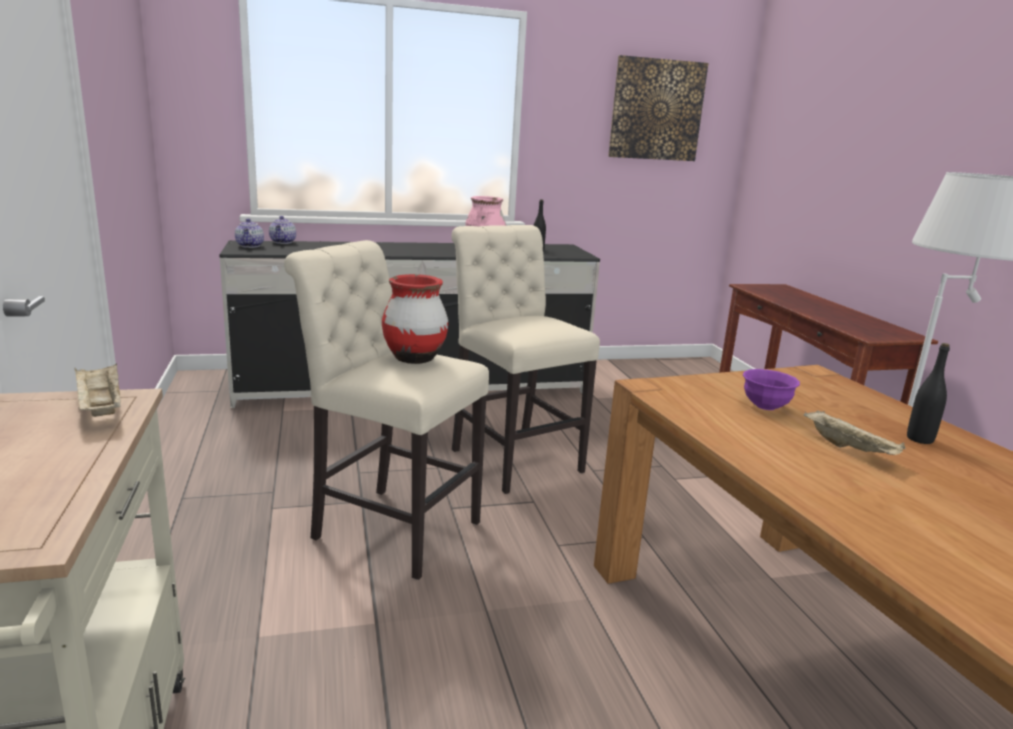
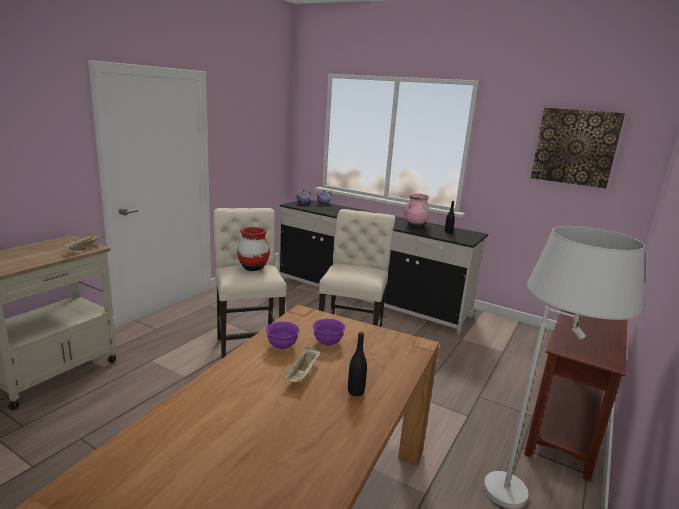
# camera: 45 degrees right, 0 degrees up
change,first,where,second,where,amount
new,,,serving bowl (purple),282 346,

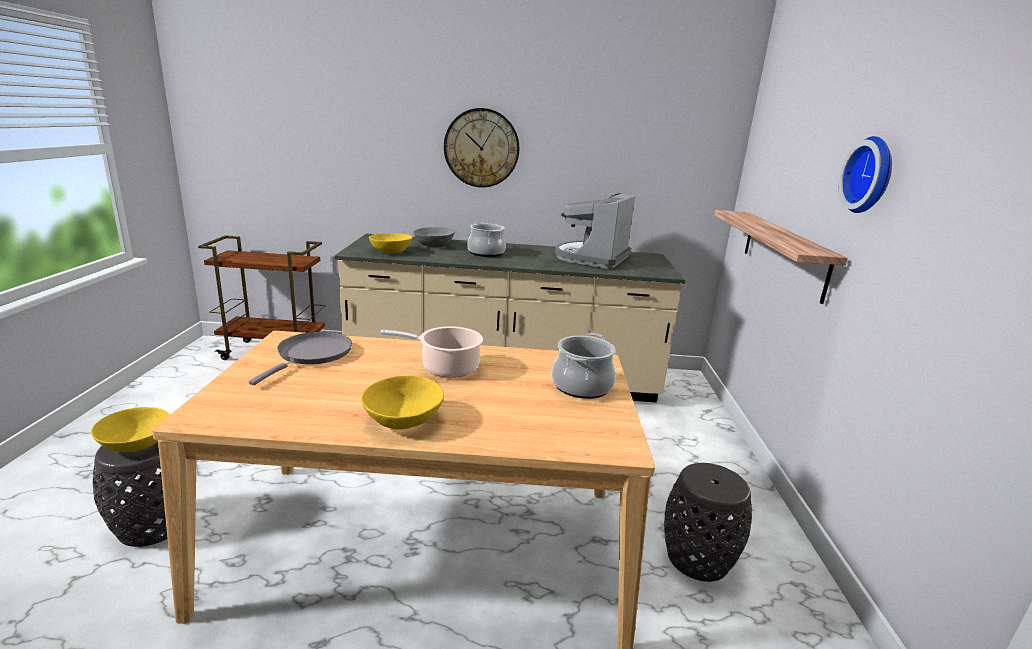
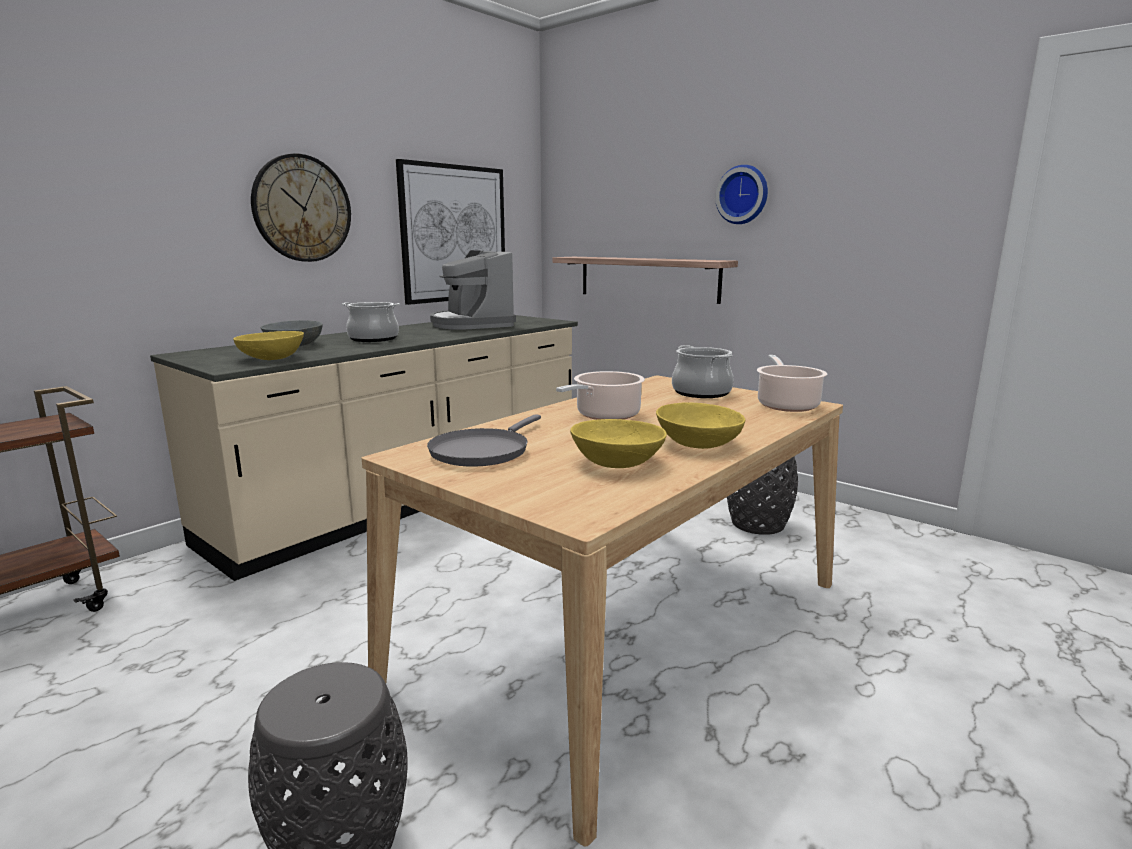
# camera: 50 degrees left, 5 degrees down
change,first,where,second,where,amount
new,,,wall art,454 234,
new,,,cooking pot,786 405,
shifted,serving bowl (yellow),135 444,,617 463,
rotated,frying pan (gray),312 355,,483 451,120 degrees counterclockwise

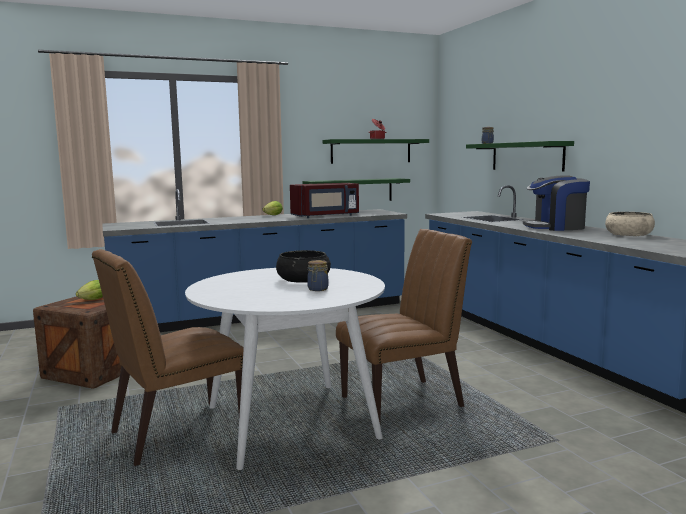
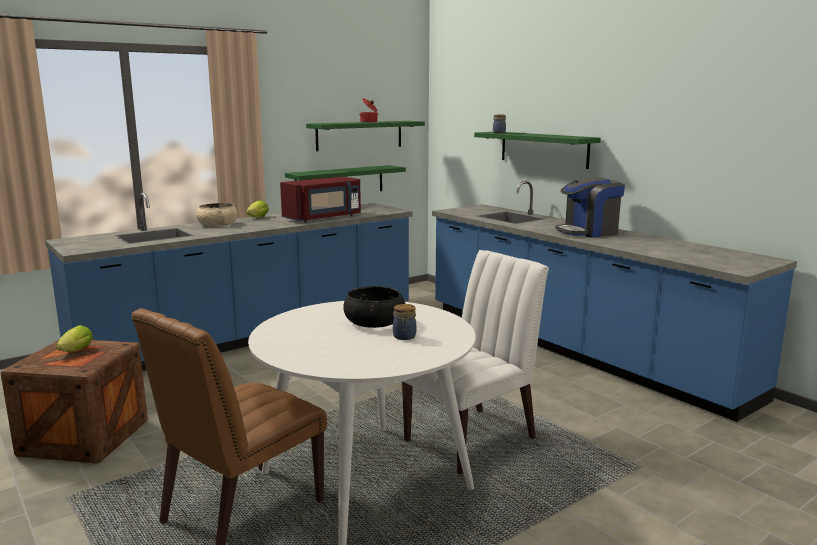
# camera: 15 degrees left, 5 degrees up
change,first,where,second,where,amount
shifted,serving bowl (sand-coloured),629 235,,217 224,
repainted,chair (brownish),401 402,chair (whitish),470 440,

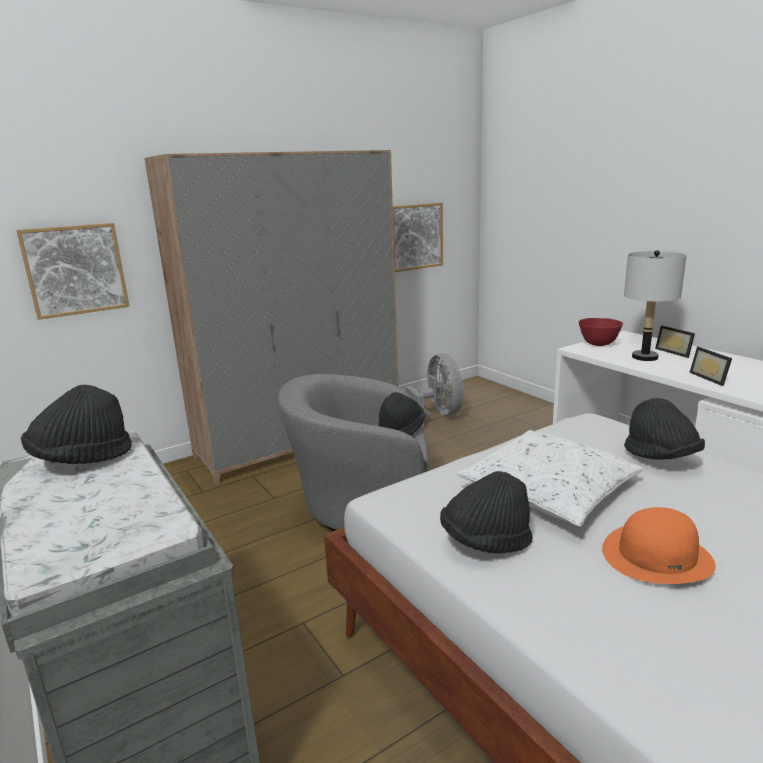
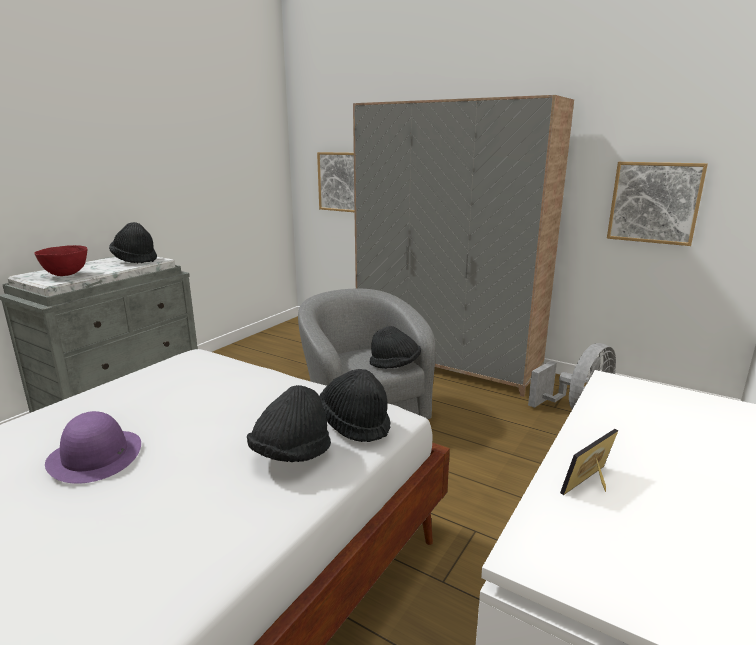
# camera: 65 degrees right, 0 degrees up
change,first,where,second,where,amount
gone,cushion (whitish),549 490,,,
gone,lamp for a table (gray),644 357,,,
gone,photo frame,675 352,,,
shifted,clothing hat (blackish),485 541,,355 424,
shifted,serving bowl (red-coloured),598 344,,65 274,
repainted,clothing hat (orange-coloured),657 555,clothing hat (purple),95 456,

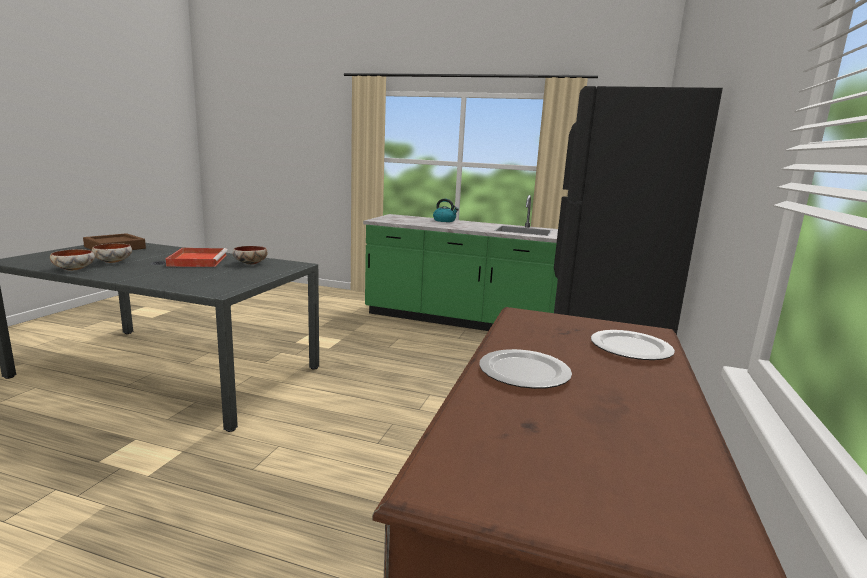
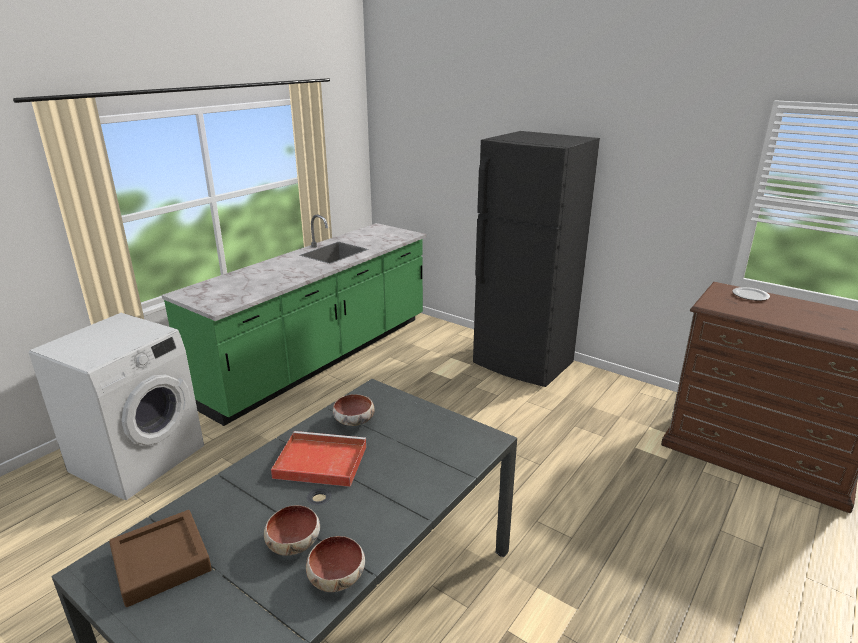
# camera: 70 degrees left, 10 degrees up
change,first,where,second,where,amount
gone,water kettle,444 220,,,
gone,plate,525 372,,,
new,,,laundry machine (whitish),139 458,

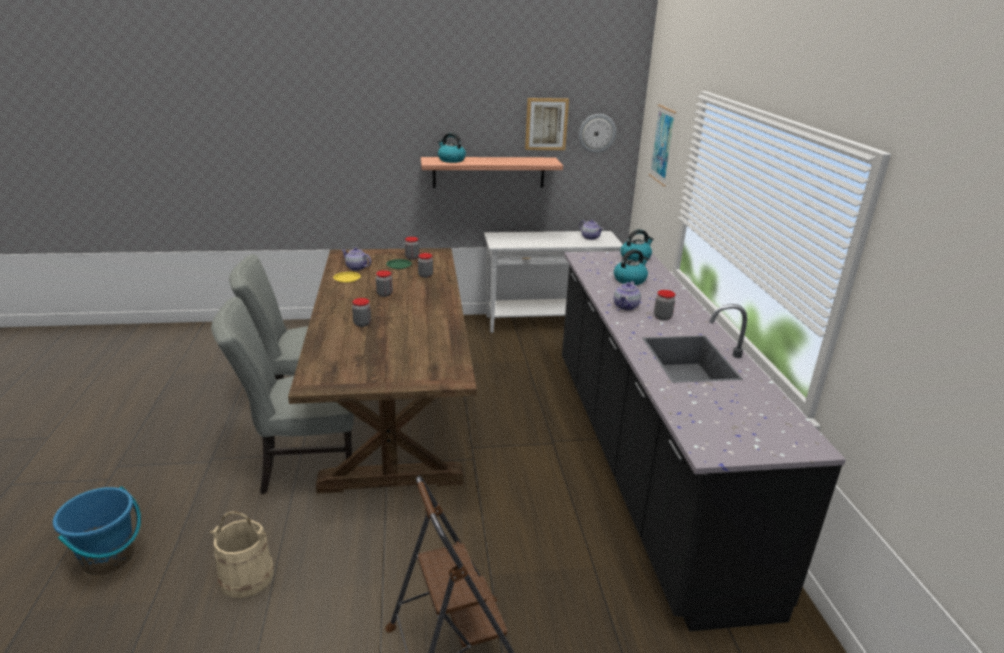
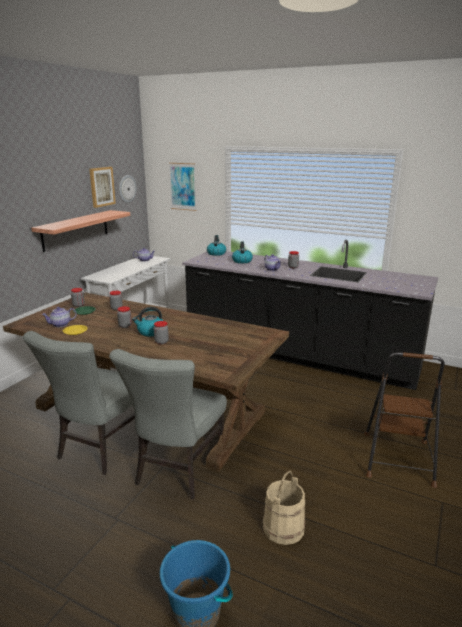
# camera: 55 degrees left, 5 degrees down
change,first,where,second,where,amount
shifted,water kettle,451 160,,150 332,

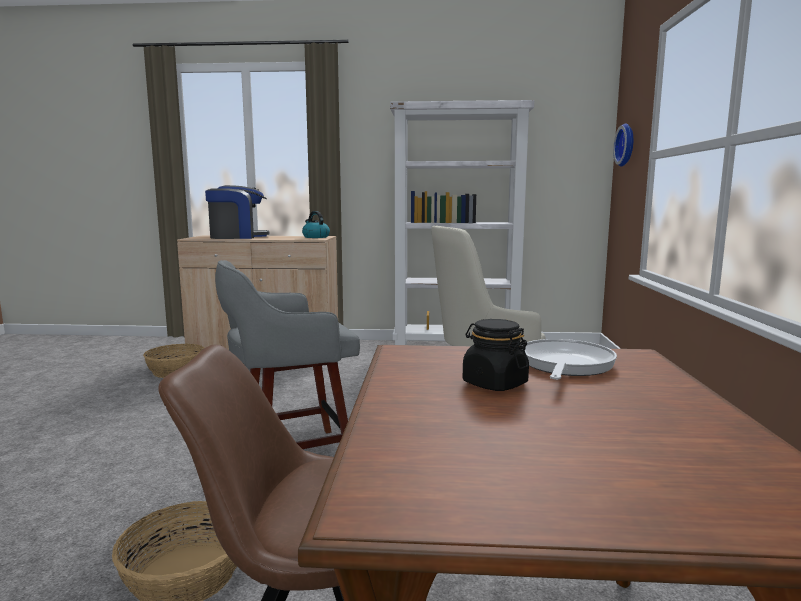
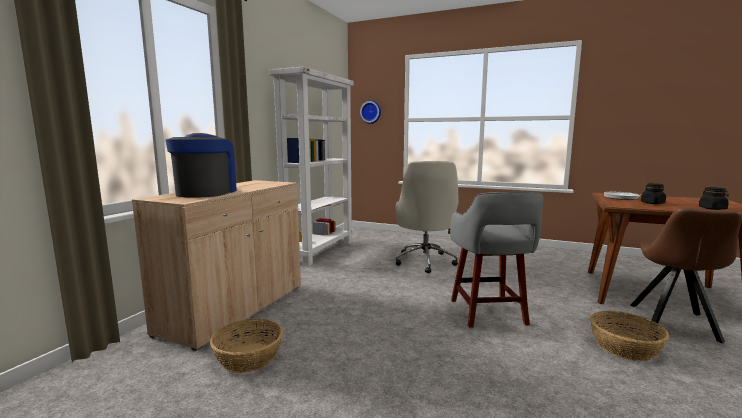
# camera: 70 degrees left, 0 degrees up
change,first,where,second,where,amount
gone,water kettle,315 237,,,
new,,,preserve jar (blackish),712 208,

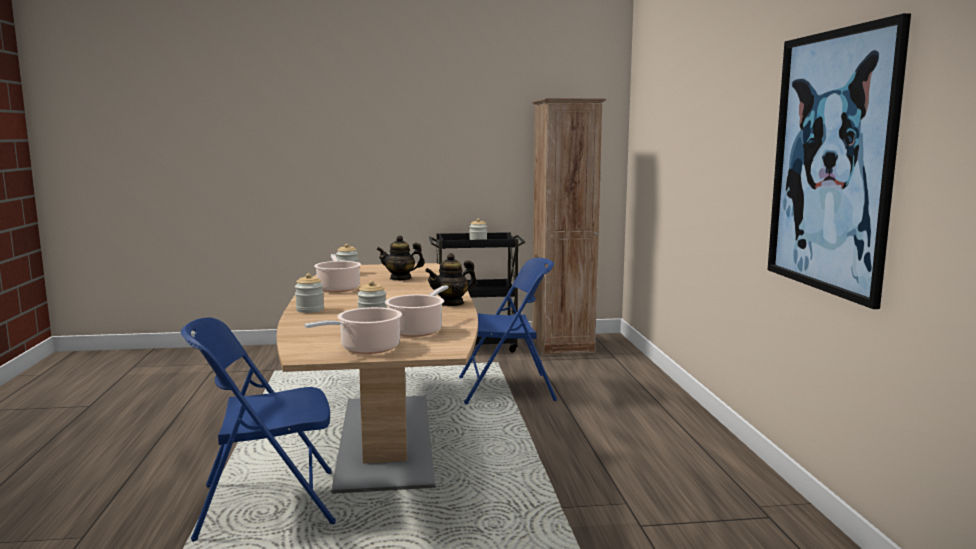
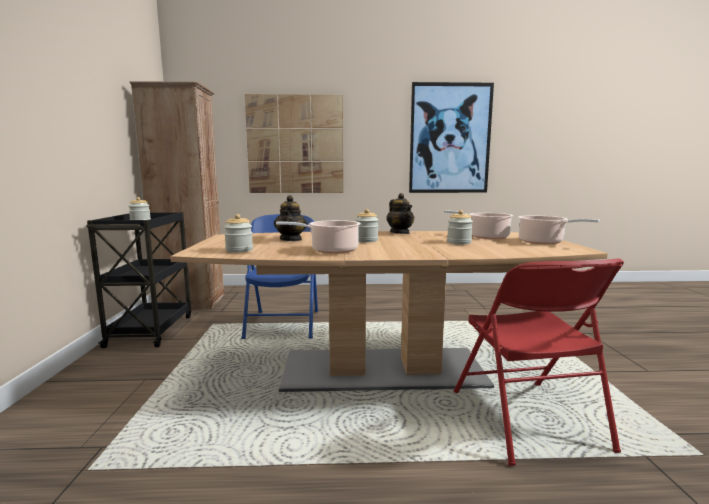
# camera: 85 degrees left, 0 degrees up
change,first,where,second,where,amount
new,,,wall art,295 145,
shifted,preserve jar,310 310,,366 240,
repainted,chair (blue-coloured),267 503,chair (red-coloured),526 419,

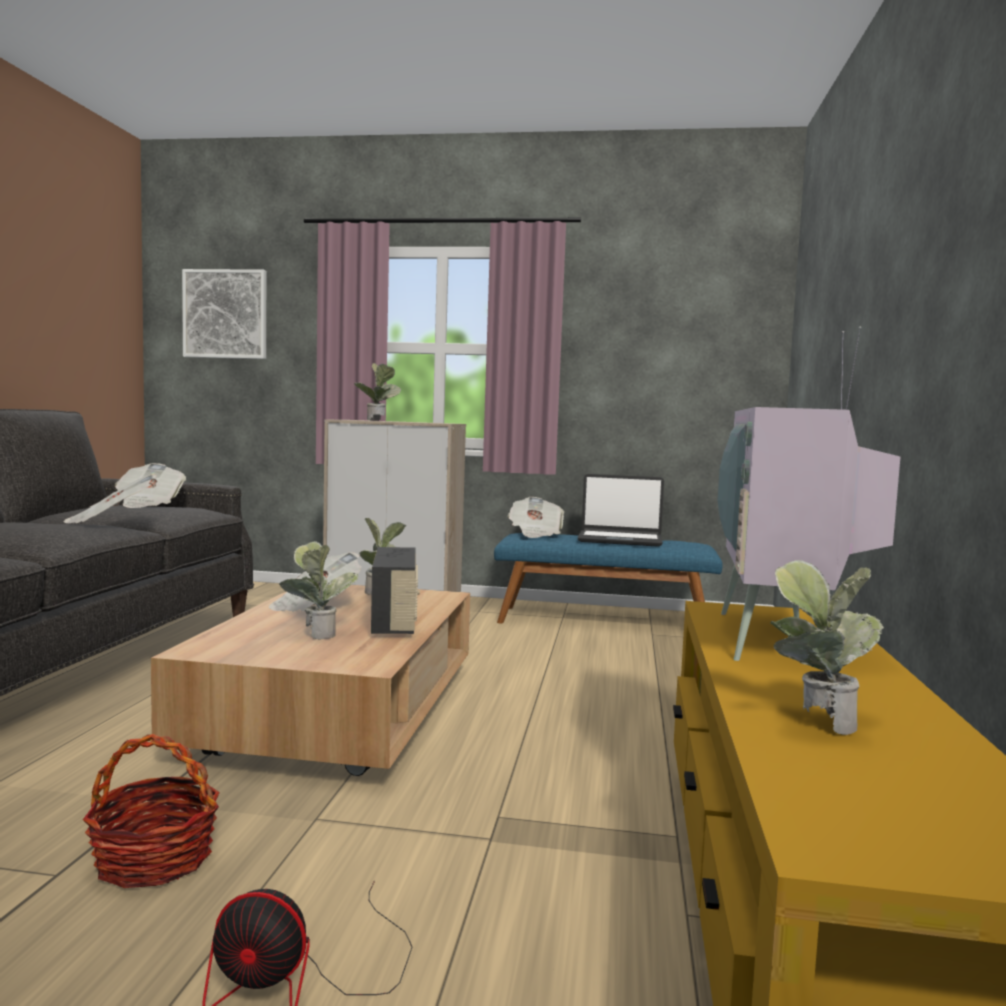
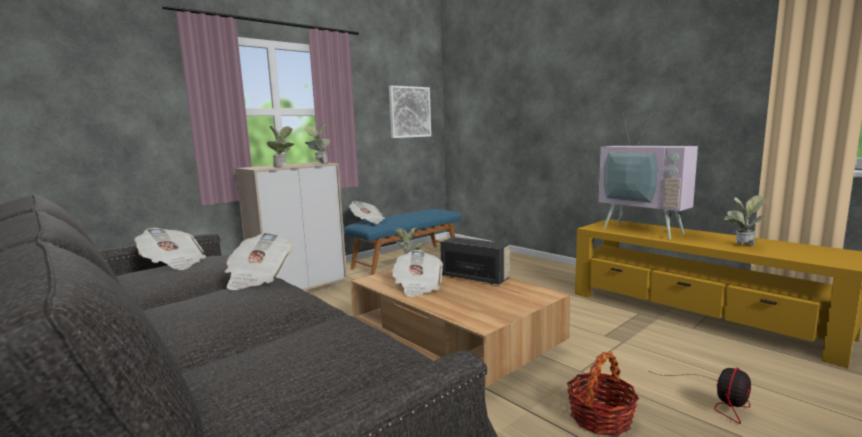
# camera: 50 degrees left, 5 degrees up
change,first,where,second,where,amount
gone,laptop,620 540,,,
shifted,wall art,225 314,,409 112,
shifted,plant in a pot,317 634,,319 163,

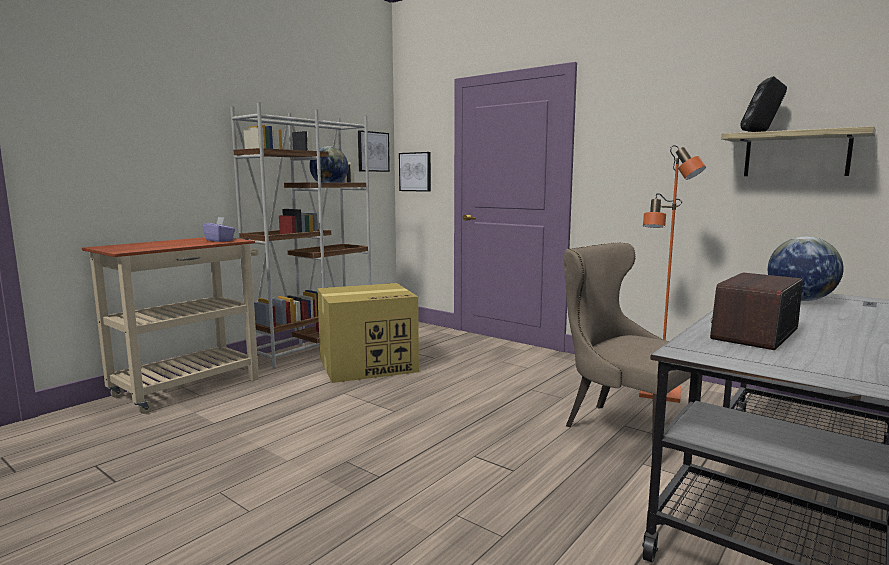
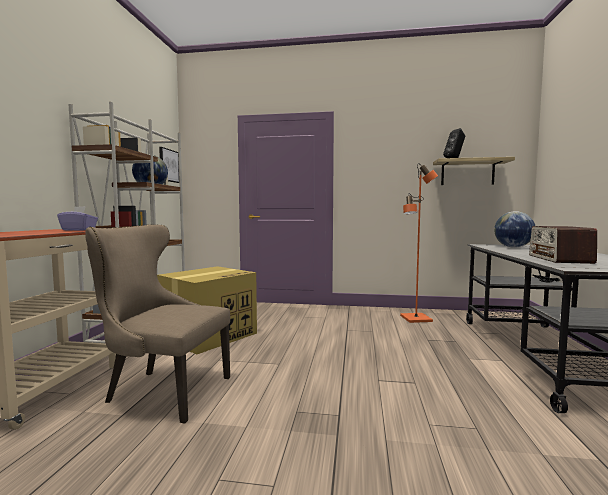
# camera: 30 degrees left, 5 degrees down
change,first,where,second,where,amount
gone,wall art,415 172,,,
shifted,chair (sand-coloured),623 428,,164 391,

